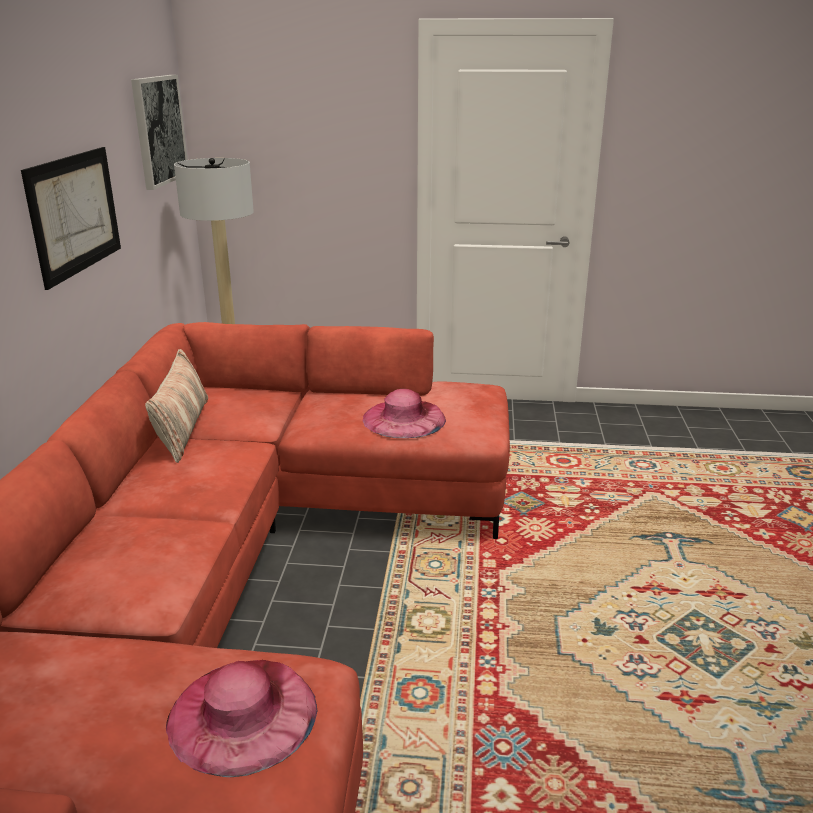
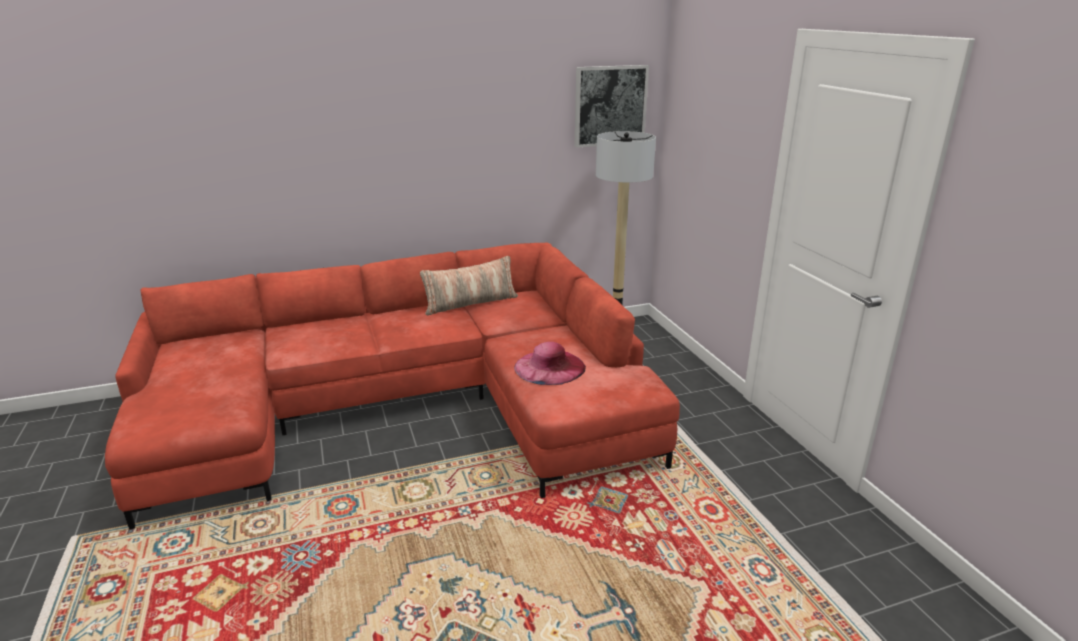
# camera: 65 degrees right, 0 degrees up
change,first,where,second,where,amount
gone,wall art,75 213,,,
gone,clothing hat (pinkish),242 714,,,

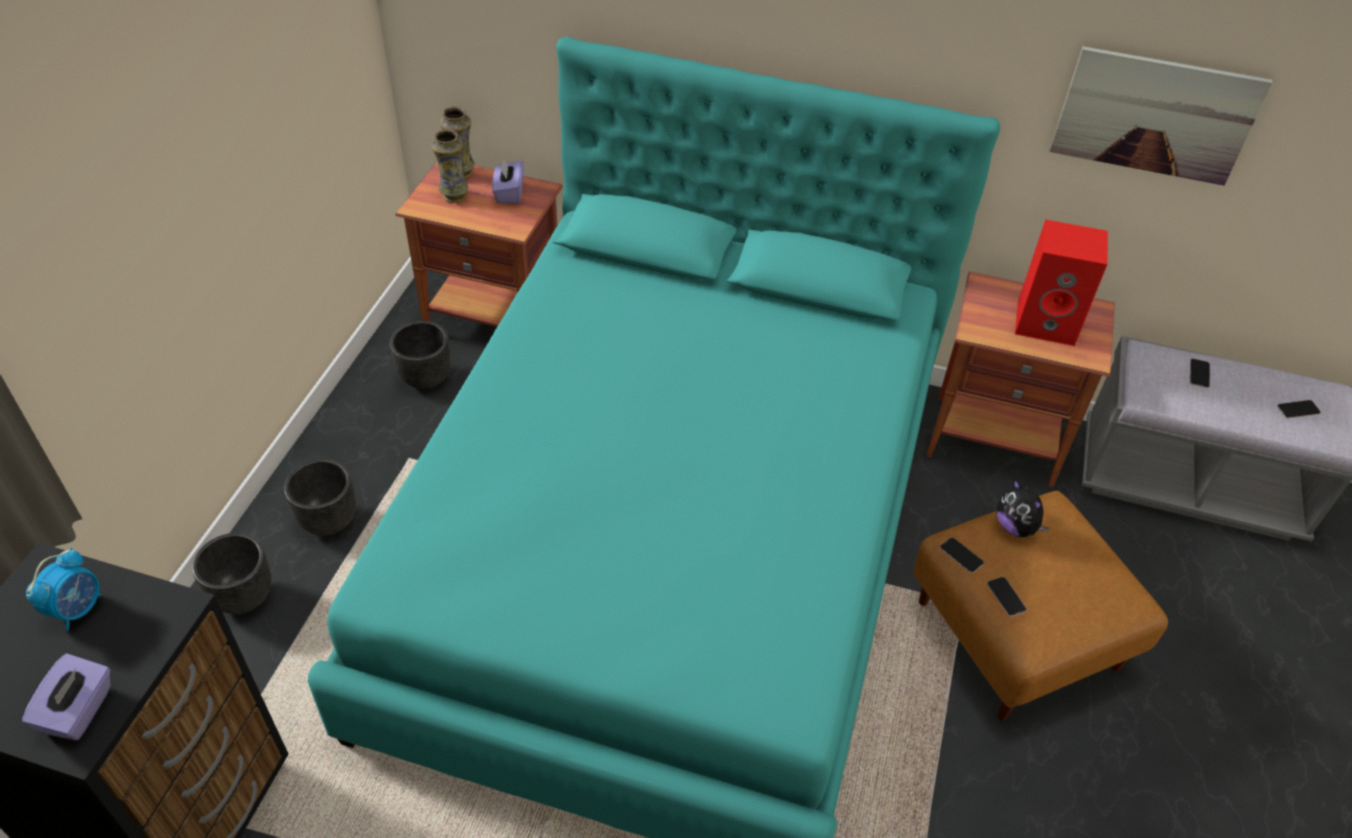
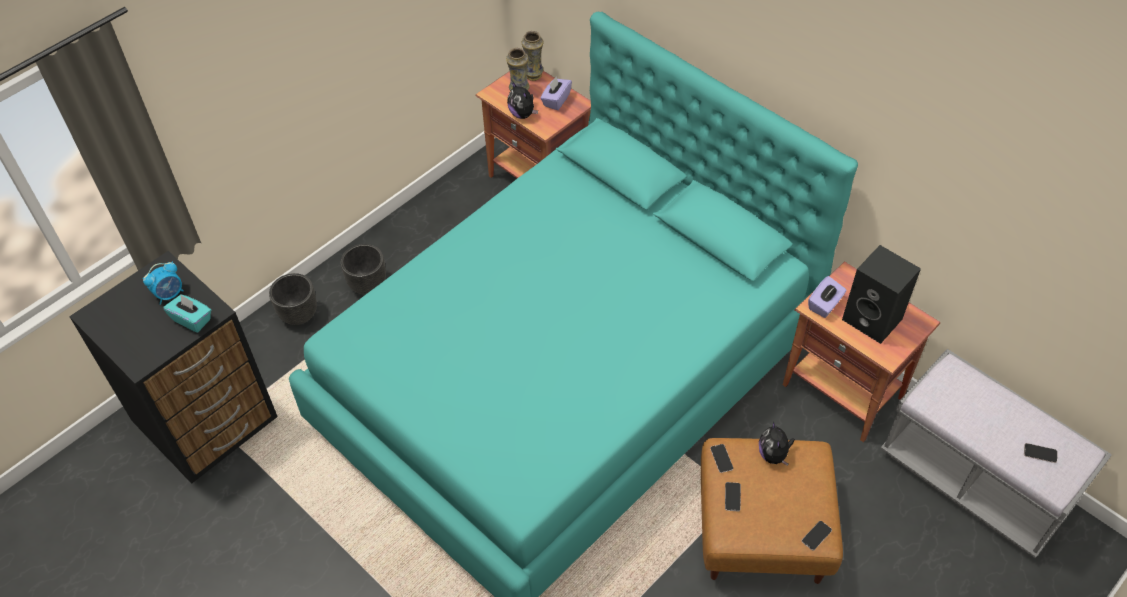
# camera: 30 degrees right, 5 degrees up
change,first,where,second,where,amount
gone,flower pot (blackish),425 379,,,
gone,wall art,1155 115,,,
new,,,box of tissues (turquoise),192 320,
new,,,cuddly toy,523 114,
shifted,box of tissues (purple),79 711,,825 305,
shifted,phone,1199 374,,816 535,
repainted,loudspeaker (red-coloured),1047 322,loudspeaker (blackish),874 319,

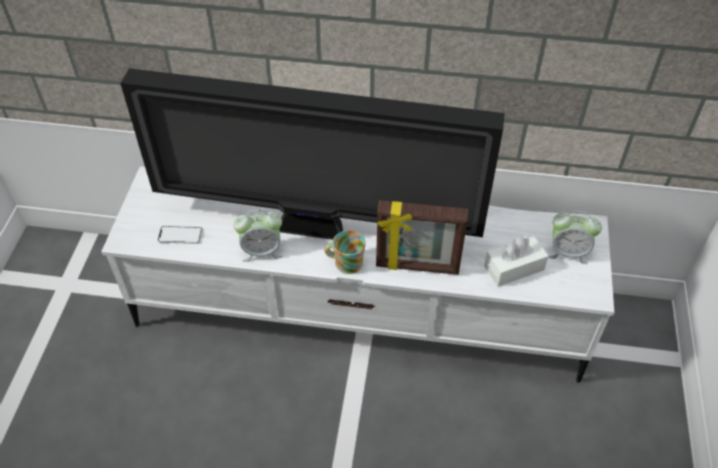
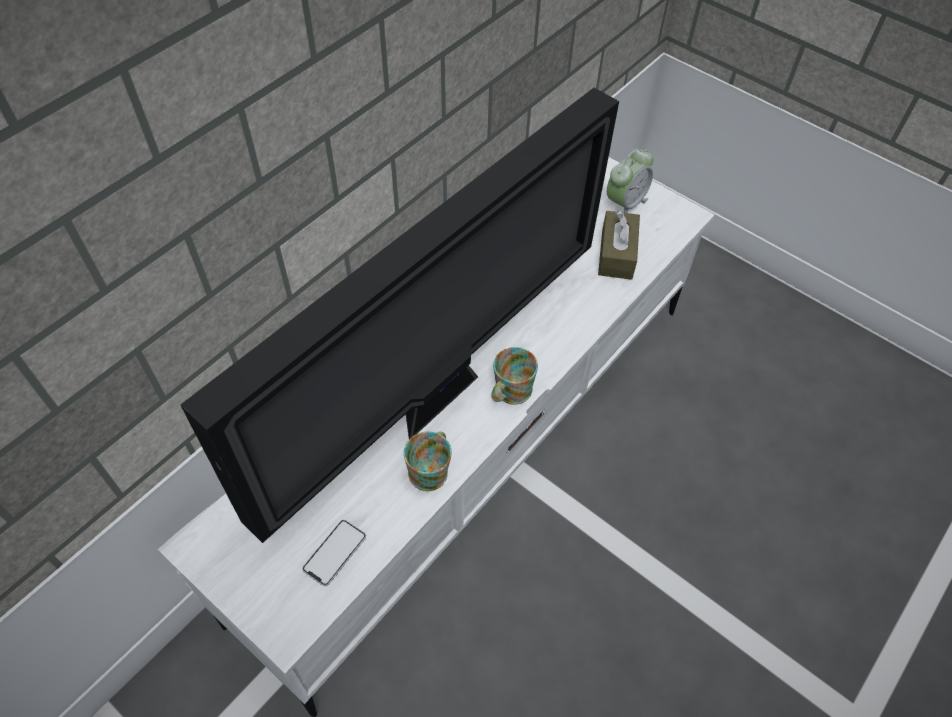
# camera: 60 degrees left, 5 degrees up
change,first,where,second,where,amount
gone,photo frame,417 266,,,
swapped,table clock,261 251,mug,431 469,
repainted,box of tissues (whitish),514 268,box of tissues (brownish),616 254,

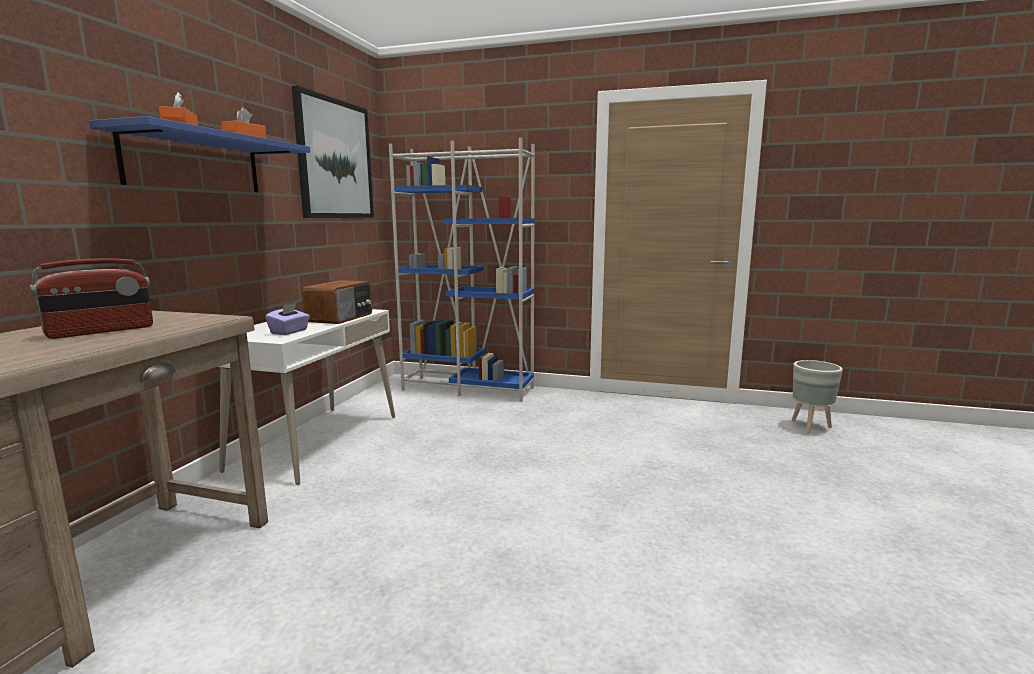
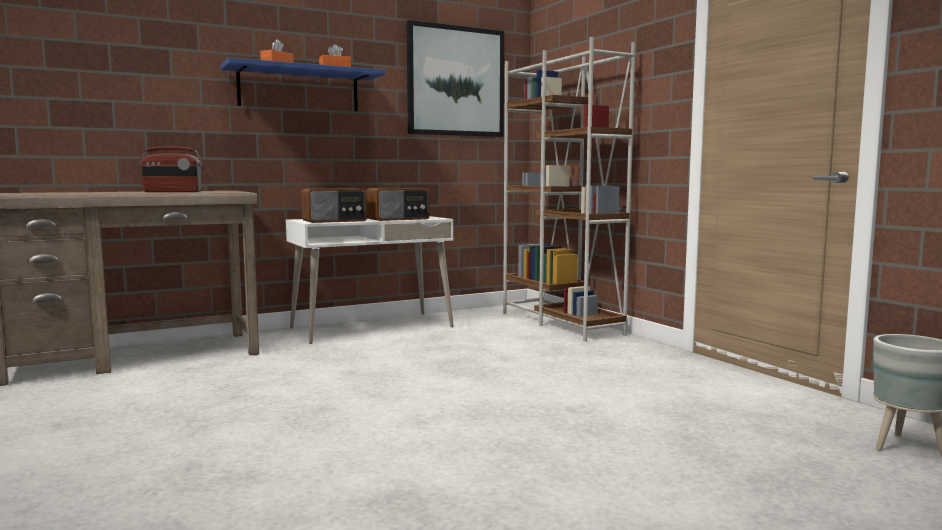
# camera: 45 degrees right, 5 degrees down
change,first,where,second,where,amount
swapped,box of tissues (purple),289 332,radio receiver,335 221,
repainted,shelving unit (blue-coloured),468 389,shelving unit (brownish),560 323,

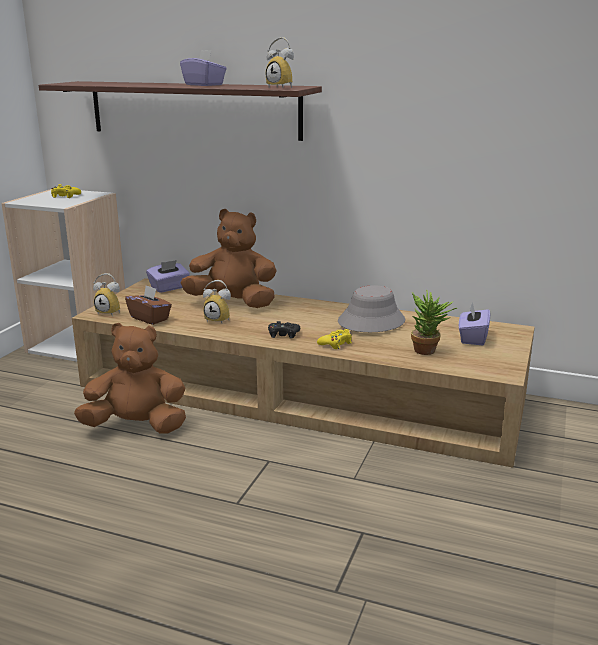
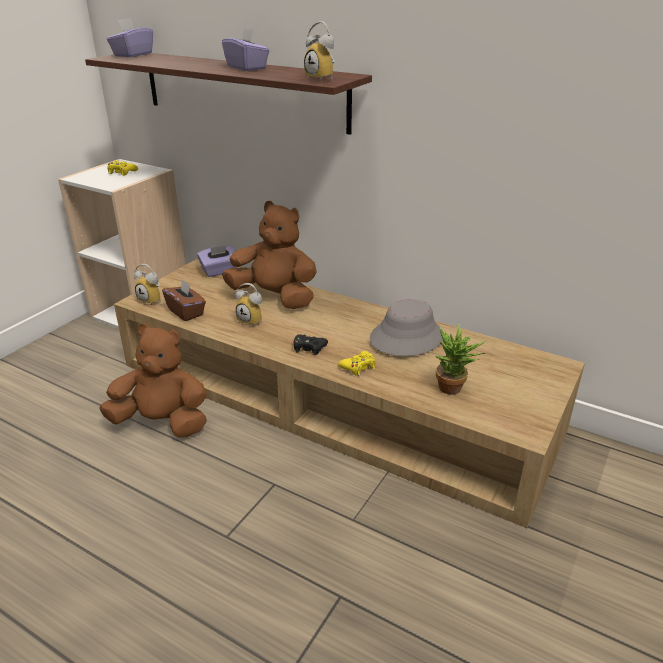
# camera: 10 degrees right, 10 degrees up
change,first,where,second,where,amount
shifted,box of tissues (purple),472 338,,133 55,

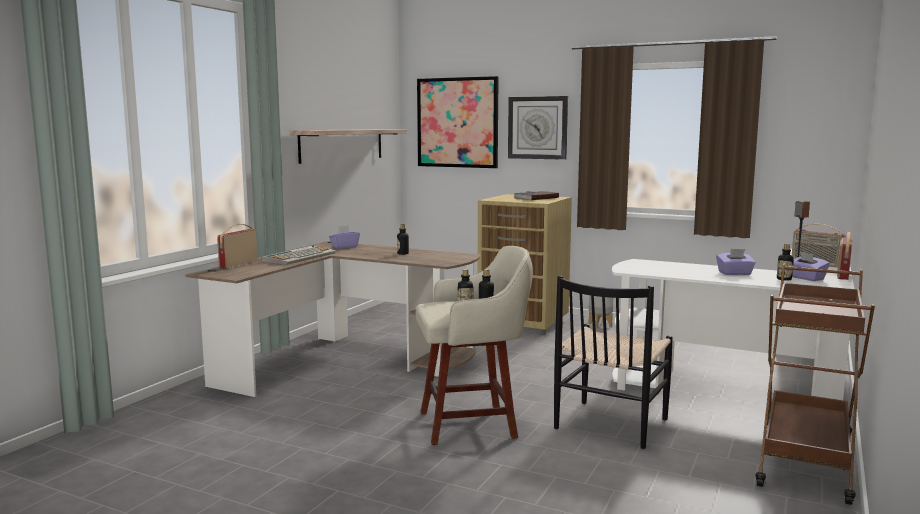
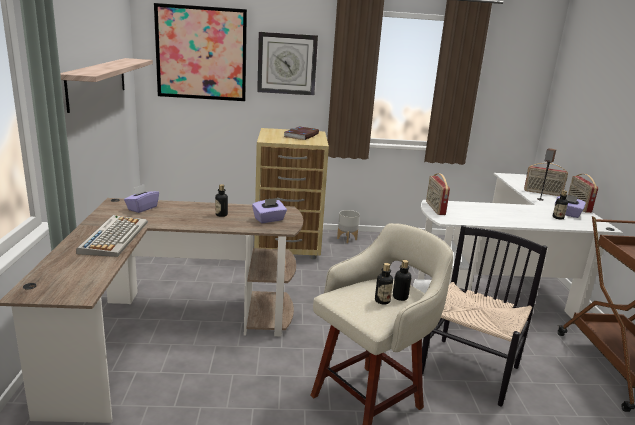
# camera: 30 degrees left, 10 degrees up
change,first,where,second,where,amount
shifted,radio receiver,238 264,,434 208,
shifted,box of tissues (purple),735 273,,269 219,
rotated,chair (blackish),609 426,,470 368,150 degrees counterclockwise

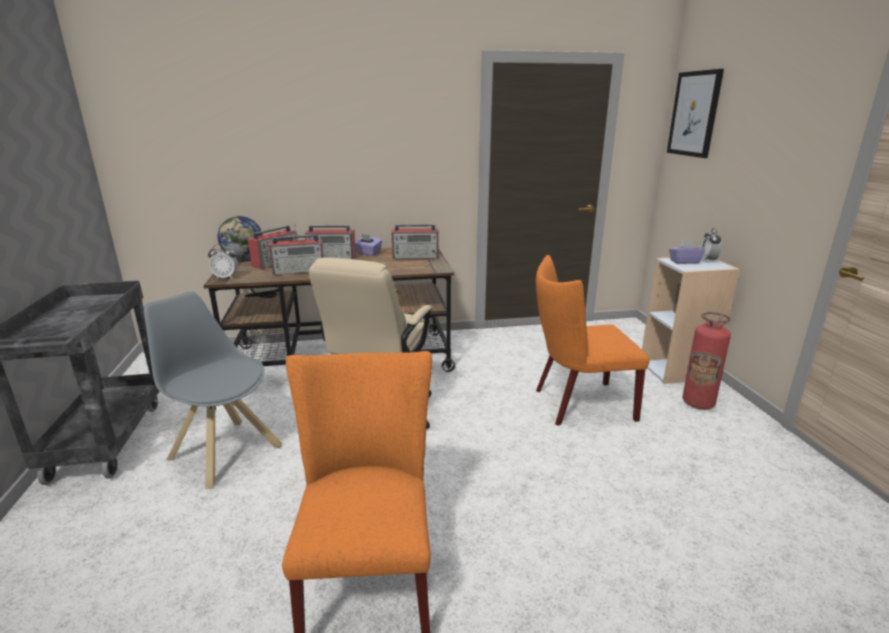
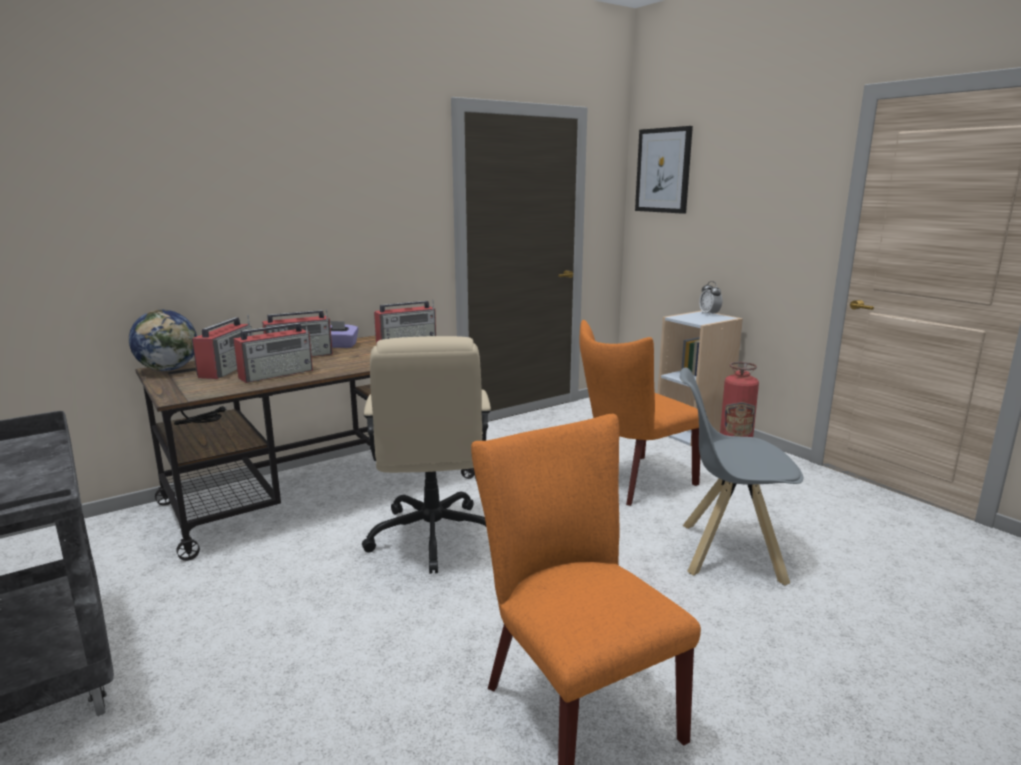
# camera: 25 degrees left, 5 degrees down
change,first,where,second,where,amount
gone,table clock,225 277,,,
gone,box of tissues (purple),684 262,,,
shifted,chair (gray),224 450,,727 552,

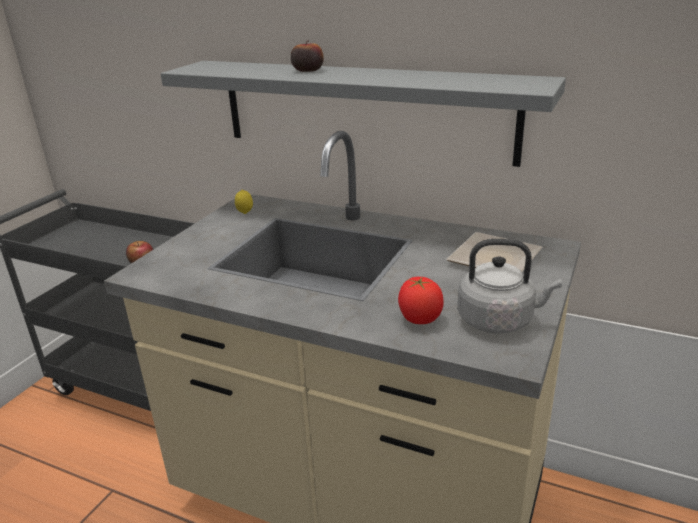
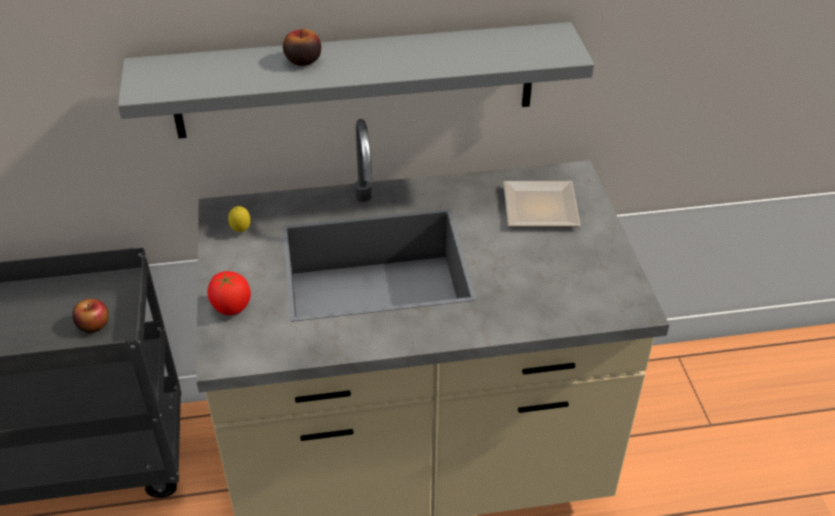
# camera: 35 degrees left, 15 degrees up
change,first,where,second,where,amount
gone,water kettle (gray),499 320,,,
shifted,tomato,419 319,,231 307,

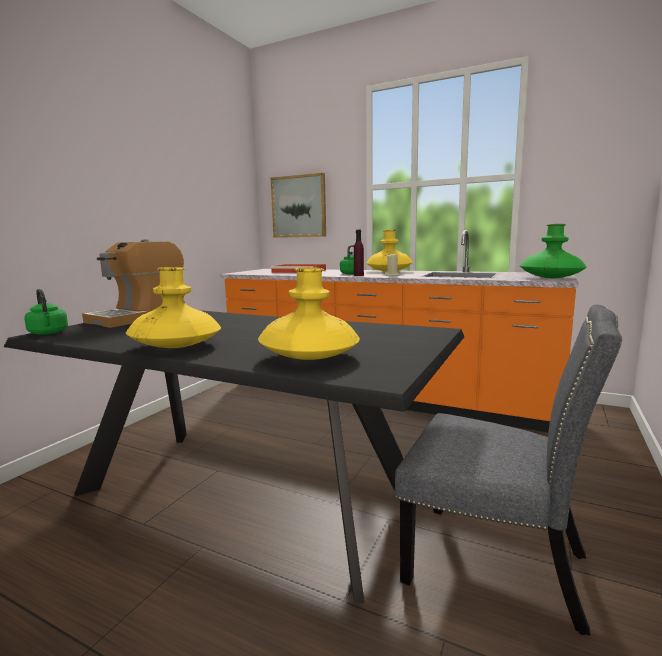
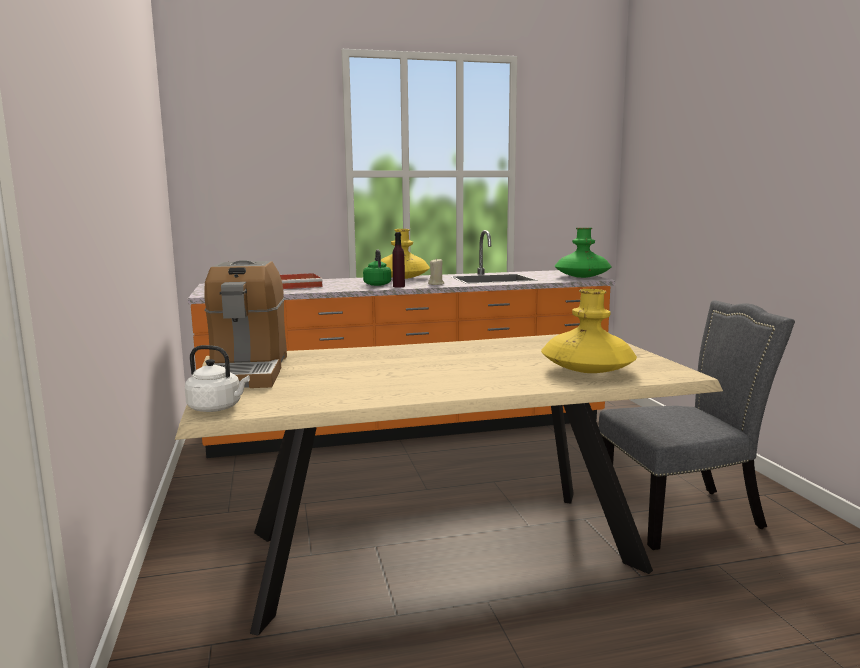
# camera: 40 degrees left, 0 degrees up
change,first,where,second,where,amount
gone,decorative vase (yellow),176 346,,,
gone,wall art,299 206,,,
repainted,dining table (blackish),244 493,dining table (sand-coloured),441 551,
repainted,water kettle (green),48 333,water kettle (whitish),217 408,

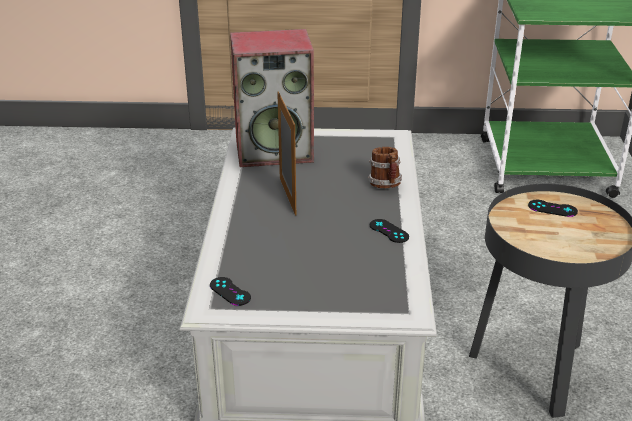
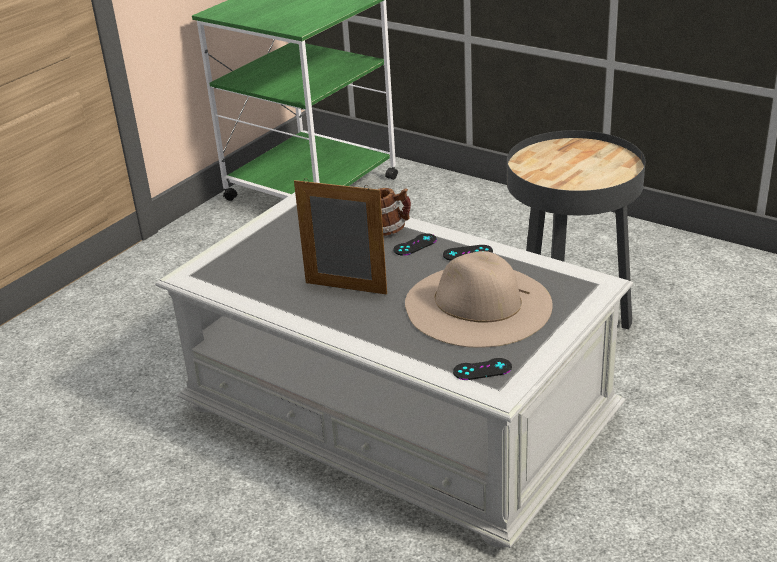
# camera: 55 degrees left, 0 degrees up
change,first,where,second,where,amount
gone,loudspeaker,275 150,,,
new,,,clothing hat (sand-coloured),477 305,
shifted,gamepad (blackish),552 208,,415 245,

